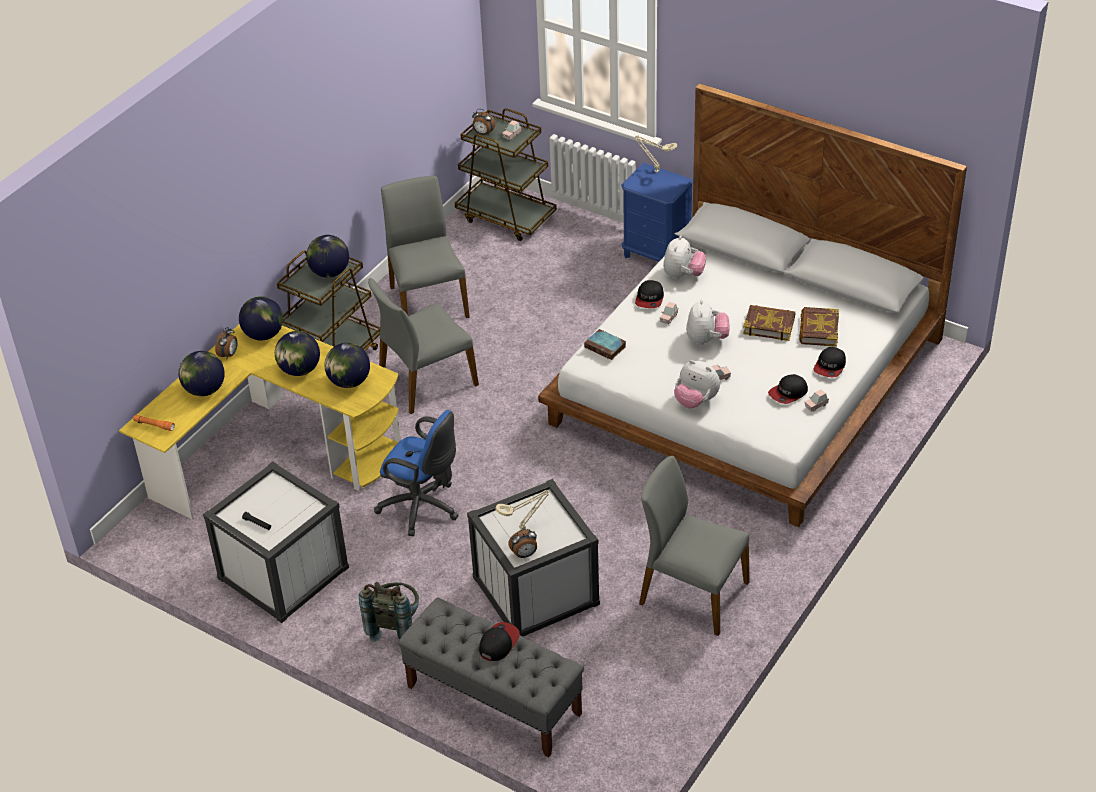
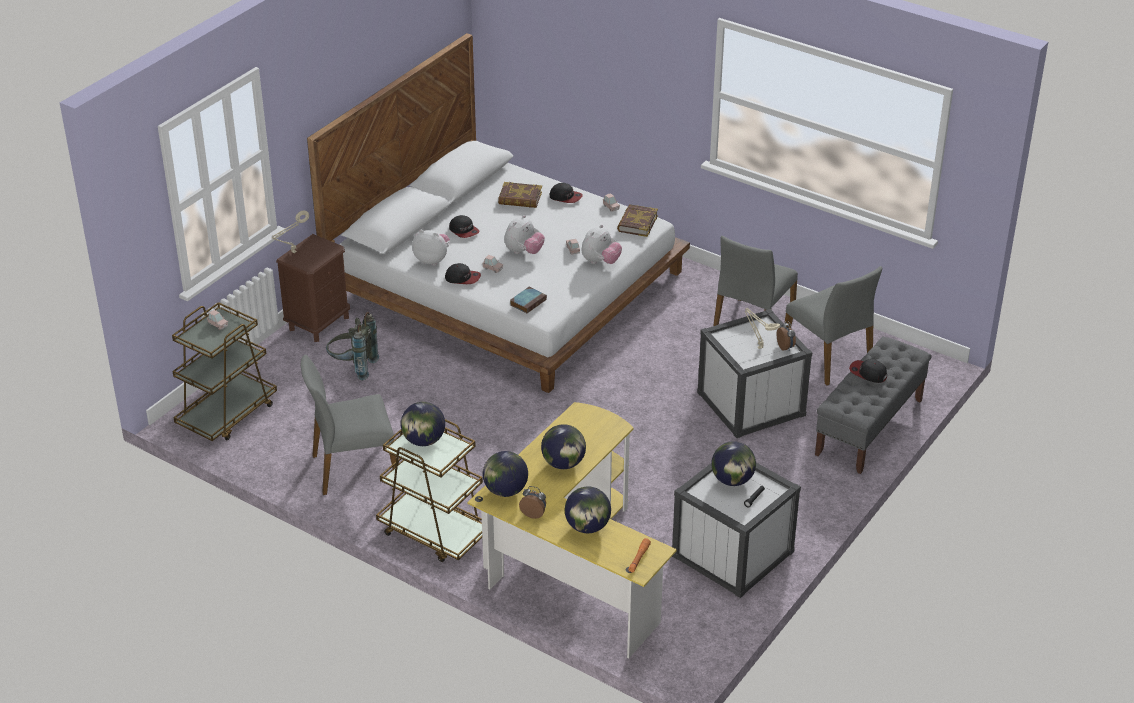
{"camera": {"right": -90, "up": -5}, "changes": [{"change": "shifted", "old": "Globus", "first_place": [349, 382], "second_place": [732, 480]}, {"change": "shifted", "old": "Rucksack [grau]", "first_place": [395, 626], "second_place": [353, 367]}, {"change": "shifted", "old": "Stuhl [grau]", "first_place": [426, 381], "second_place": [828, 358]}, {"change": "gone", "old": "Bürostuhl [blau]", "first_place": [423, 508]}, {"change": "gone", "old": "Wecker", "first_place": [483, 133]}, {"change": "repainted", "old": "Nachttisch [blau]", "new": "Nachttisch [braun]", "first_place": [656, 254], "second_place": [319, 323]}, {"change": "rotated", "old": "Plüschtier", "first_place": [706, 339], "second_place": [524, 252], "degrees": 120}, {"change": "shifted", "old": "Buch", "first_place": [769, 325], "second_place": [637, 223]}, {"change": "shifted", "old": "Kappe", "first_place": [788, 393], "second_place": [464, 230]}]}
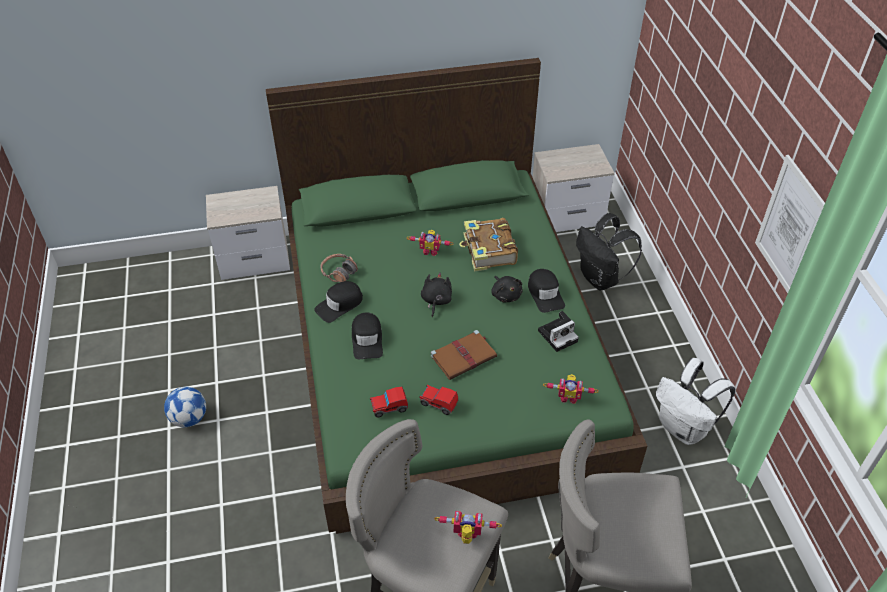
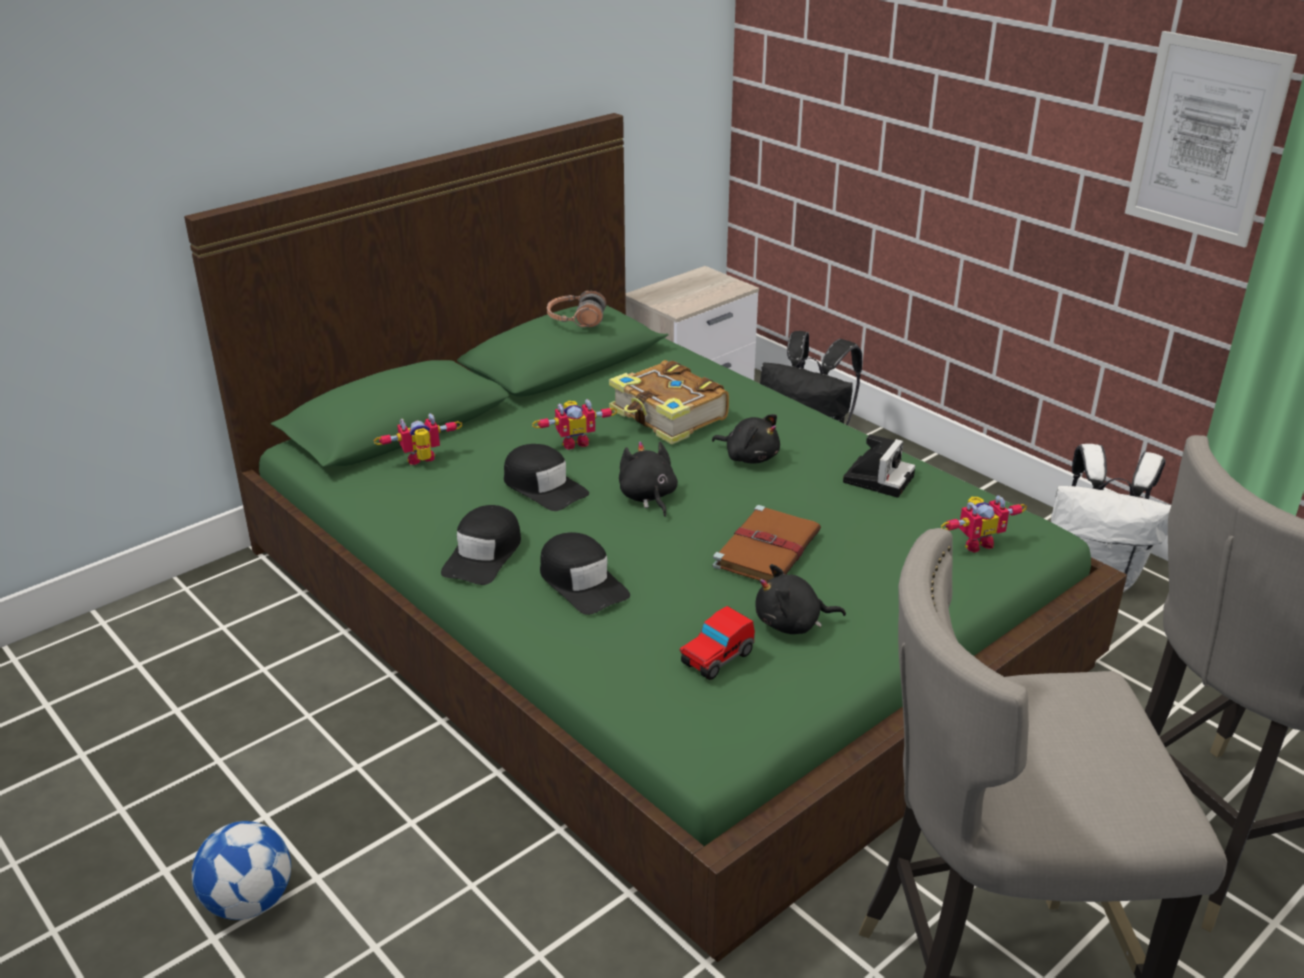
{"camera": {"right": -30, "up": -15}, "changes": [{"change": "gone", "old": "Nachttisch", "first_place": [256, 259]}, {"change": "shifted", "old": "Kopfhörer", "first_place": [339, 272], "second_place": [576, 320]}, {"change": "swapped", "old": "Spielzeugauto", "new": "Plüschtier [schwarz]", "first_place": [438, 403], "second_place": [792, 623]}, {"change": "shifted", "old": "Spielzeugroboter", "first_place": [467, 537], "second_place": [422, 462]}, {"change": "shifted", "old": "Kappe [schwarz]", "first_place": [545, 294], "second_place": [544, 487]}]}
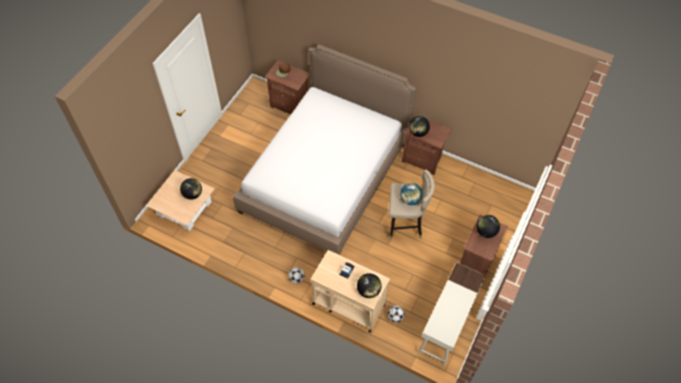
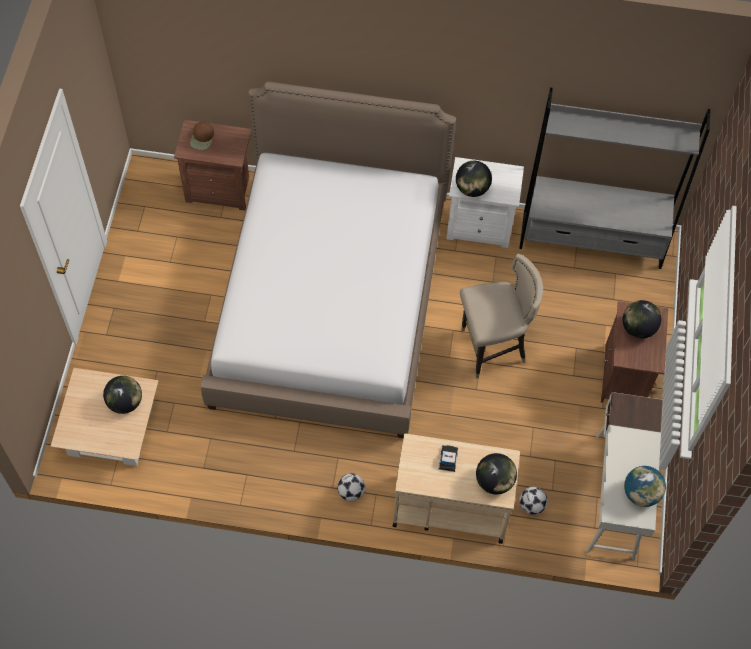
{"camera": {"right": -20, "up": 5}, "changes": [{"change": "shifted", "old": "Globus", "first_place": [410, 200], "second_place": [641, 493]}, {"change": "repainted", "old": "Nachttisch [braun]", "new": "Nachttisch [weiß]", "first_place": [423, 159], "second_place": [480, 226]}, {"change": "new", "new": "Bücherregal [grau]", "second_place": [592, 240]}]}
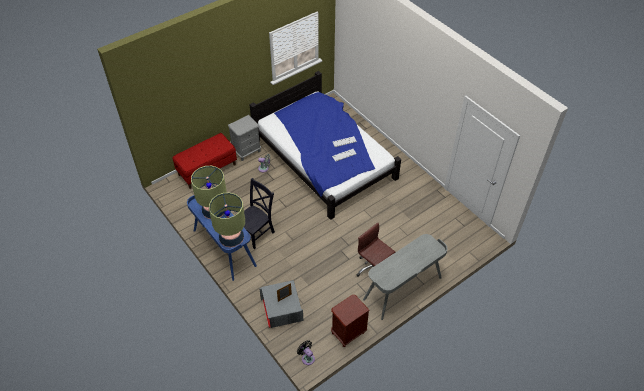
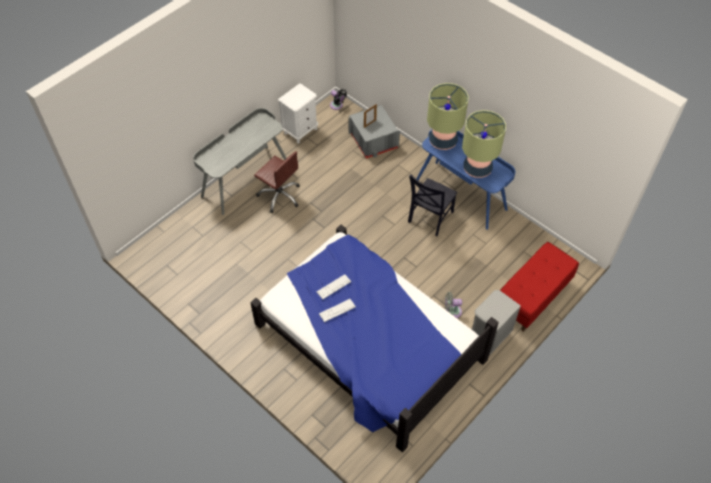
{"camera": {"right": 170, "up": 5}, "changes": [{"change": "repainted", "old": "Nachttisch [braun]", "new": "Nachttisch [weiß]", "first_place": [348, 333], "second_place": [300, 131]}]}
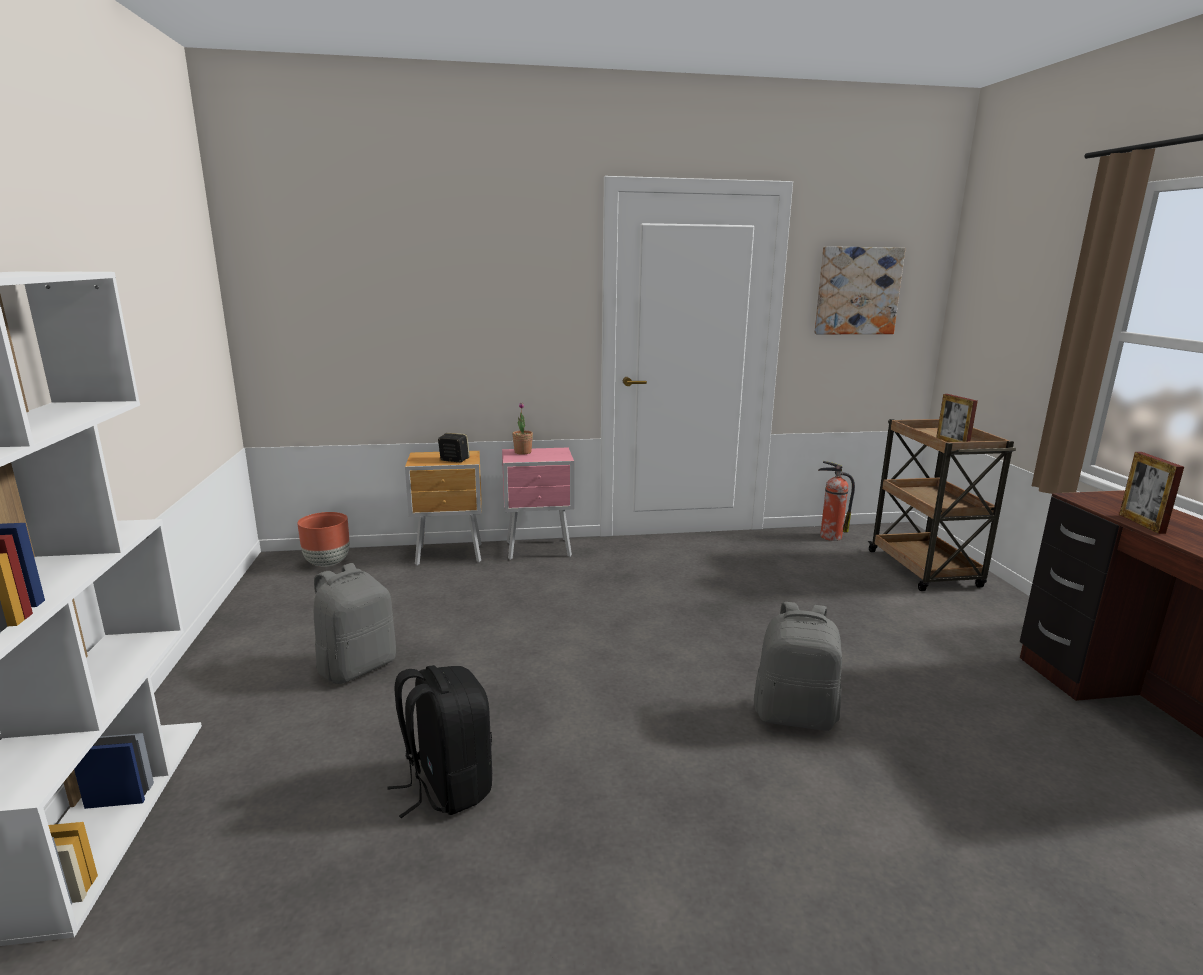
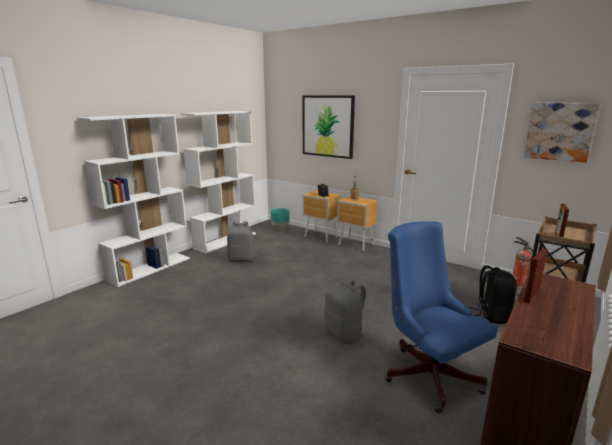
{"camera": {"right": 45, "up": 0}, "changes": [{"change": "repainted", "old": "Pflanzkübel [braun]", "new": "Pflanzkübel [türkis]", "first_place": [328, 563], "second_place": [280, 228]}, {"change": "shifted", "old": "Rucksack [schwarz]", "first_place": [446, 786], "second_place": [491, 315]}, {"change": "repainted", "old": "Nachttisch [rosa]", "new": "Nachttisch [braun]", "first_place": [540, 550], "second_place": [356, 245]}, {"change": "new", "new": "Bücherregal [weiß]", "second_place": [226, 240]}, {"change": "new", "new": "Bild", "second_place": [328, 126]}, {"change": "new", "new": "Bürostuhl [blau]", "second_place": [428, 372]}]}
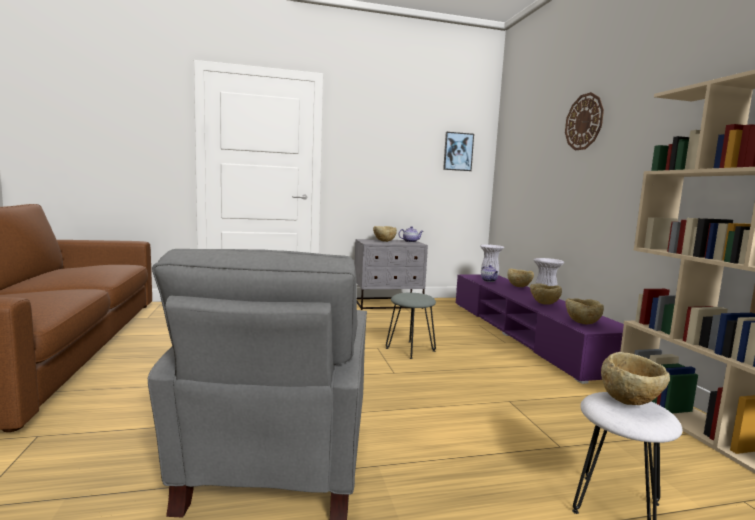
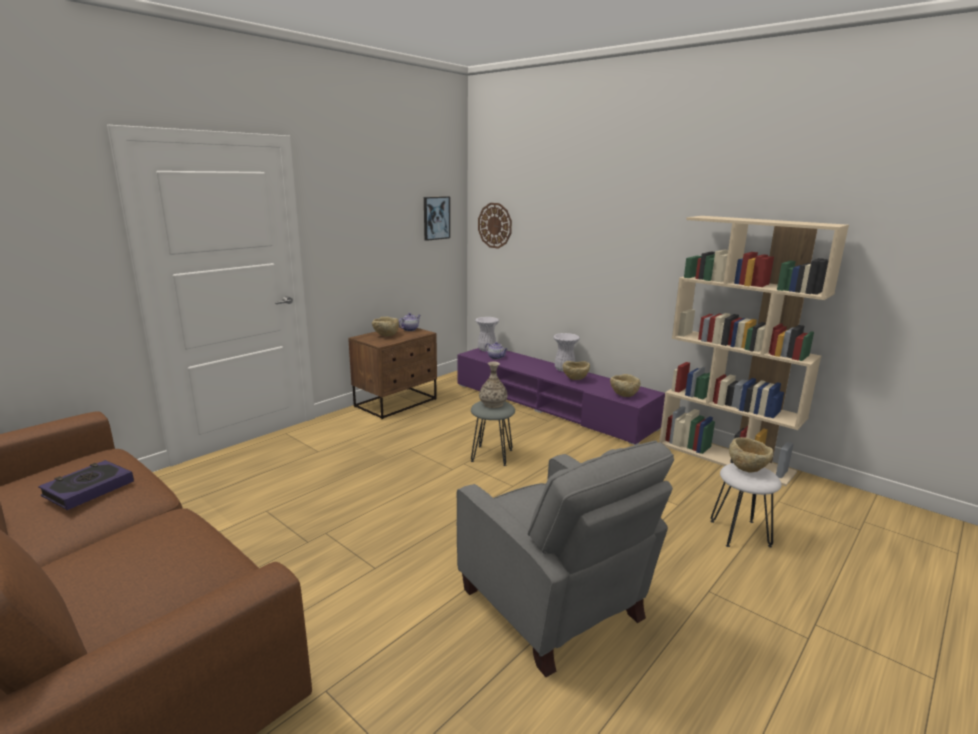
{"camera": {"right": -35, "up": 10}, "changes": [{"change": "repainted", "old": "Nachttisch [grau]", "new": "Nachttisch [braun]", "first_place": [388, 304], "second_place": [396, 403]}, {"change": "gone", "old": "Schüssel [beige]", "first_place": [519, 286]}, {"change": "shifted", "old": "Wanduhr", "first_place": [584, 122], "second_place": [495, 225]}, {"change": "new", "new": "Buch", "second_place": [88, 489]}, {"change": "new", "new": "Vase", "second_place": [493, 404]}]}
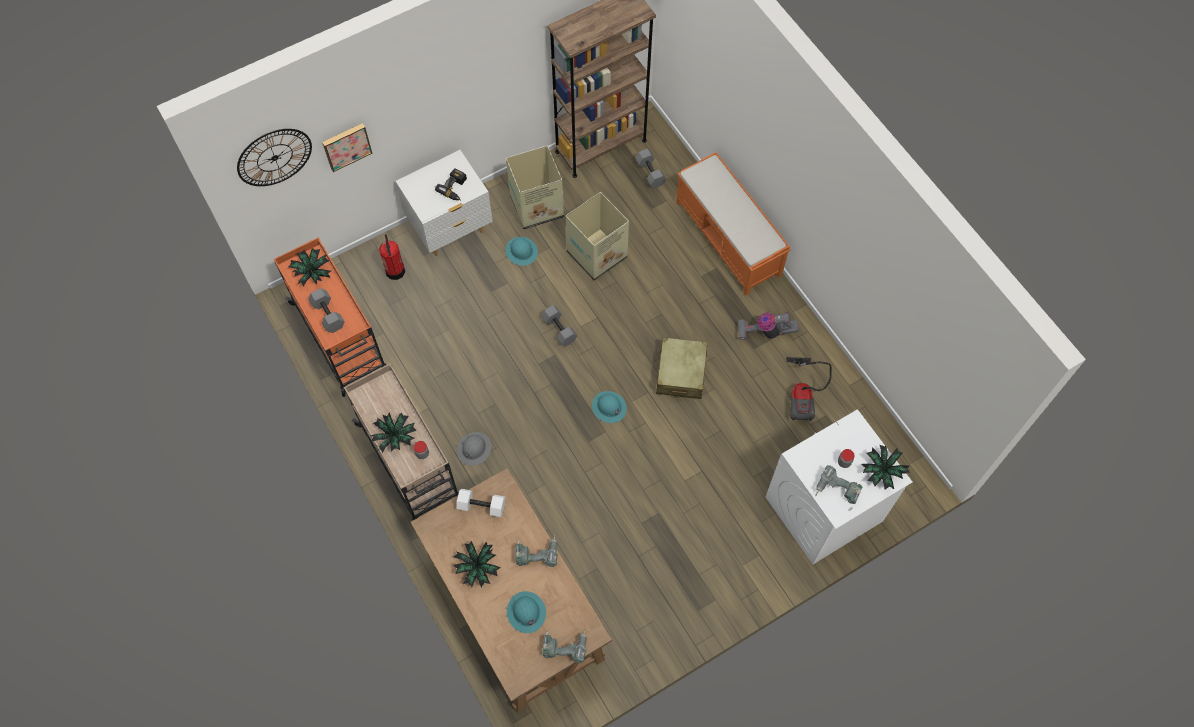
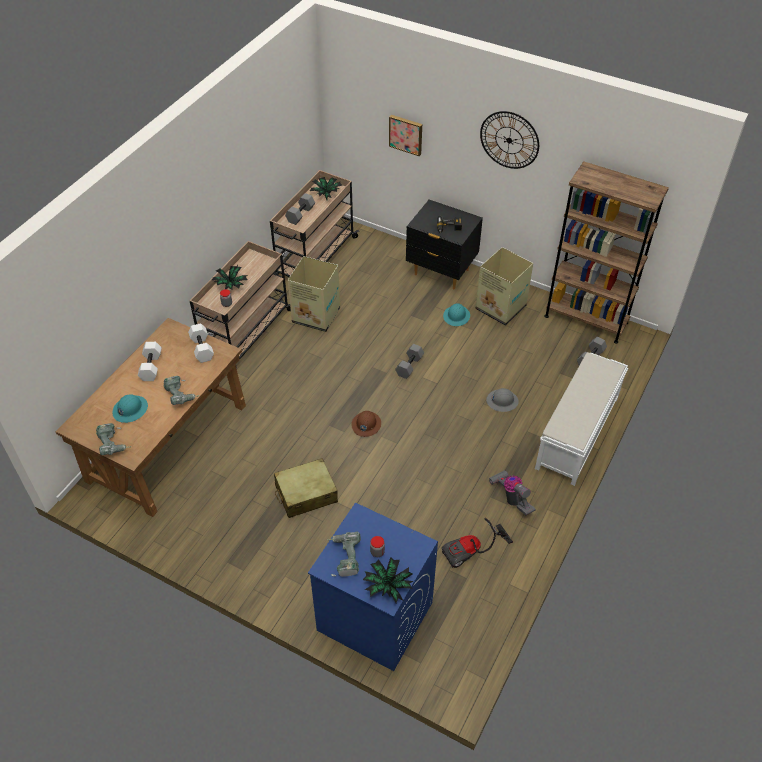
{"camera": {"right": 60, "up": -15}, "changes": [{"change": "shifted", "old": "Wanduhr", "first_place": [274, 157], "second_place": [509, 140]}, {"change": "repainted", "old": "Rollwagen [orange]", "new": "Rollwagen [beige]", "first_place": [341, 338], "second_place": [315, 258]}, {"change": "gone", "old": "Feuerlöscher", "first_place": [395, 271]}, {"change": "repainted", "old": "Nachttisch [weiß]", "new": "Nachttisch [schwarz]", "first_place": [450, 230], "second_place": [441, 272]}, {"change": "swapped", "old": "Topfpflanze", "new": "Hantel [weiß]", "first_place": [477, 567], "second_place": [152, 367]}, {"change": "shifted", "old": "Schutzhelm [grau]", "first_place": [474, 449], "second_place": [502, 401]}, {"change": "shifted", "old": "Karton", "first_place": [598, 254], "second_place": [317, 316]}, {"change": "repainted", "old": "Schutzhelm [türkis]", "new": "Schutzhelm [braun]", "first_place": [609, 407], "second_place": [366, 424]}, {"change": "shifted", "old": "Koffer [beige]", "first_place": [681, 373], "second_place": [306, 494]}, {"change": "repainted", "old": "Bank [orange]", "new": "Bank [weiß]", "first_place": [728, 239], "second_place": [576, 434]}, {"change": "repainted", "old": "Waschmaschine [weiß]", "new": "Waschmaschine [blau]", "first_place": [823, 509], "second_place": [374, 616]}]}
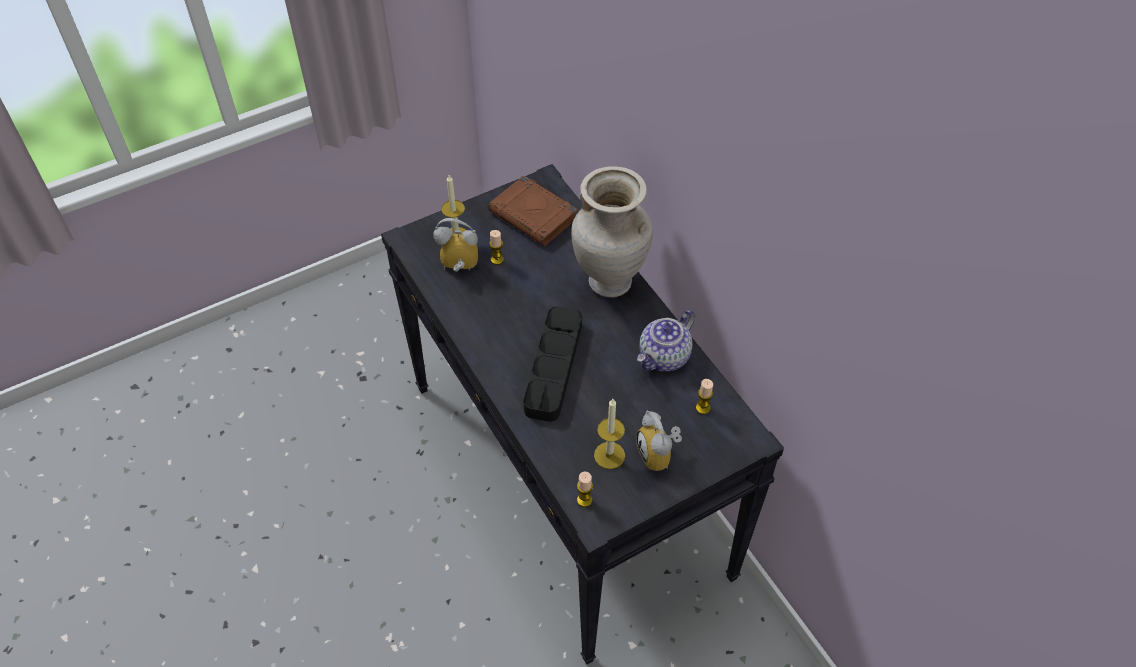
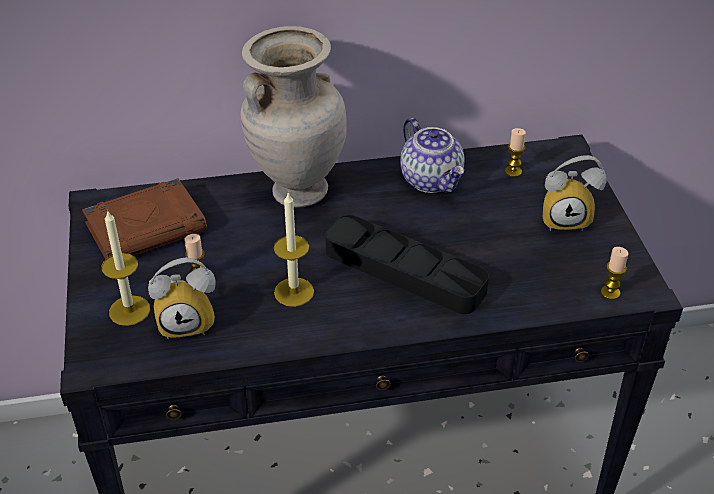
{"camera": {"right": -70, "up": -10}, "changes": [{"change": "rotated", "old": "Wecker", "first_place": [458, 268], "second_place": [188, 321], "degrees": -120}, {"change": "shifted", "old": "Kerze", "first_place": [609, 455], "second_place": [294, 292]}]}
